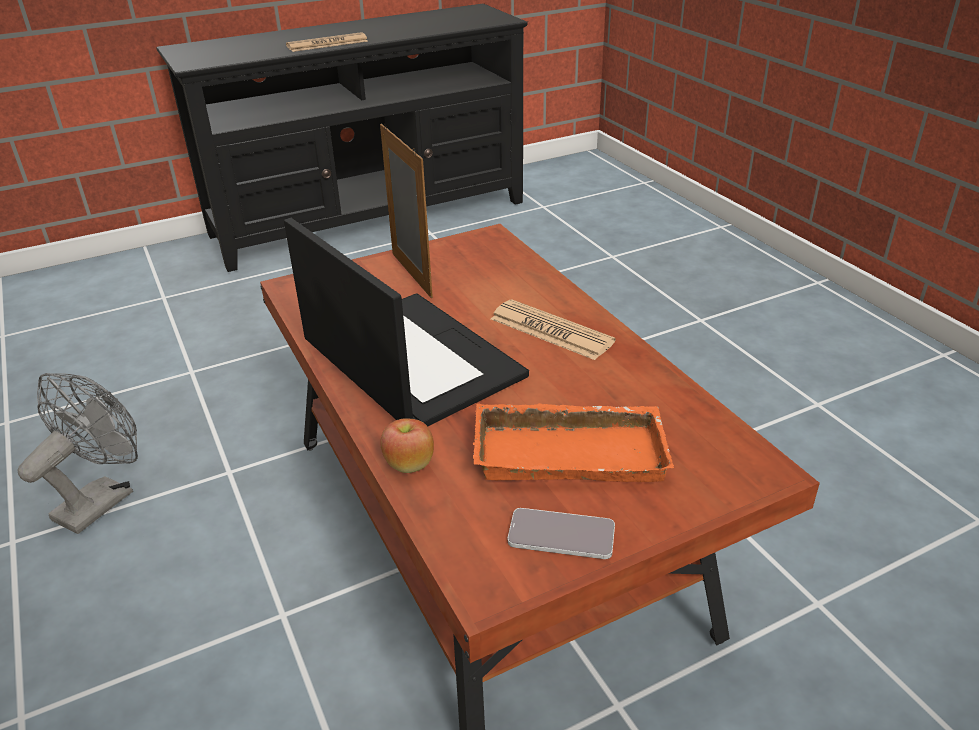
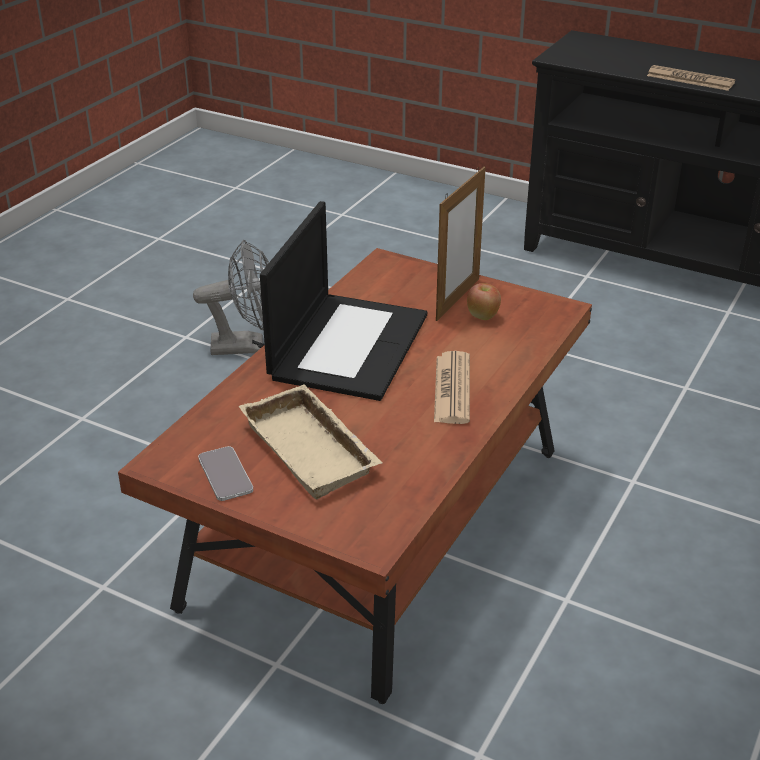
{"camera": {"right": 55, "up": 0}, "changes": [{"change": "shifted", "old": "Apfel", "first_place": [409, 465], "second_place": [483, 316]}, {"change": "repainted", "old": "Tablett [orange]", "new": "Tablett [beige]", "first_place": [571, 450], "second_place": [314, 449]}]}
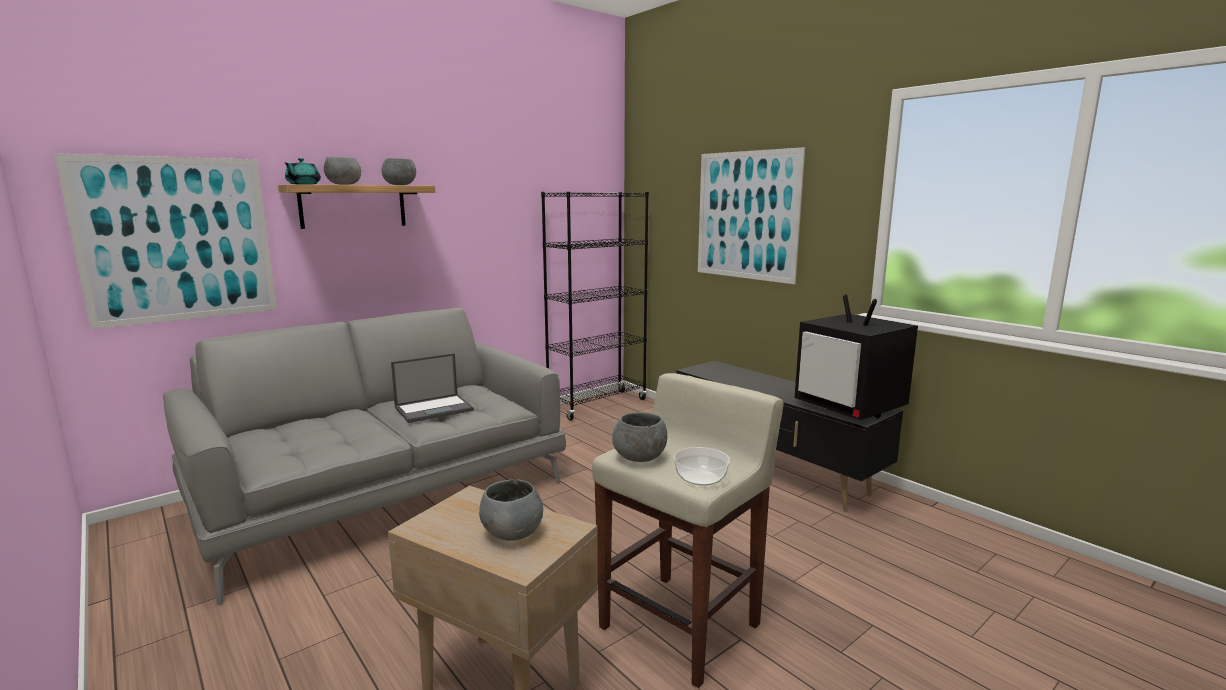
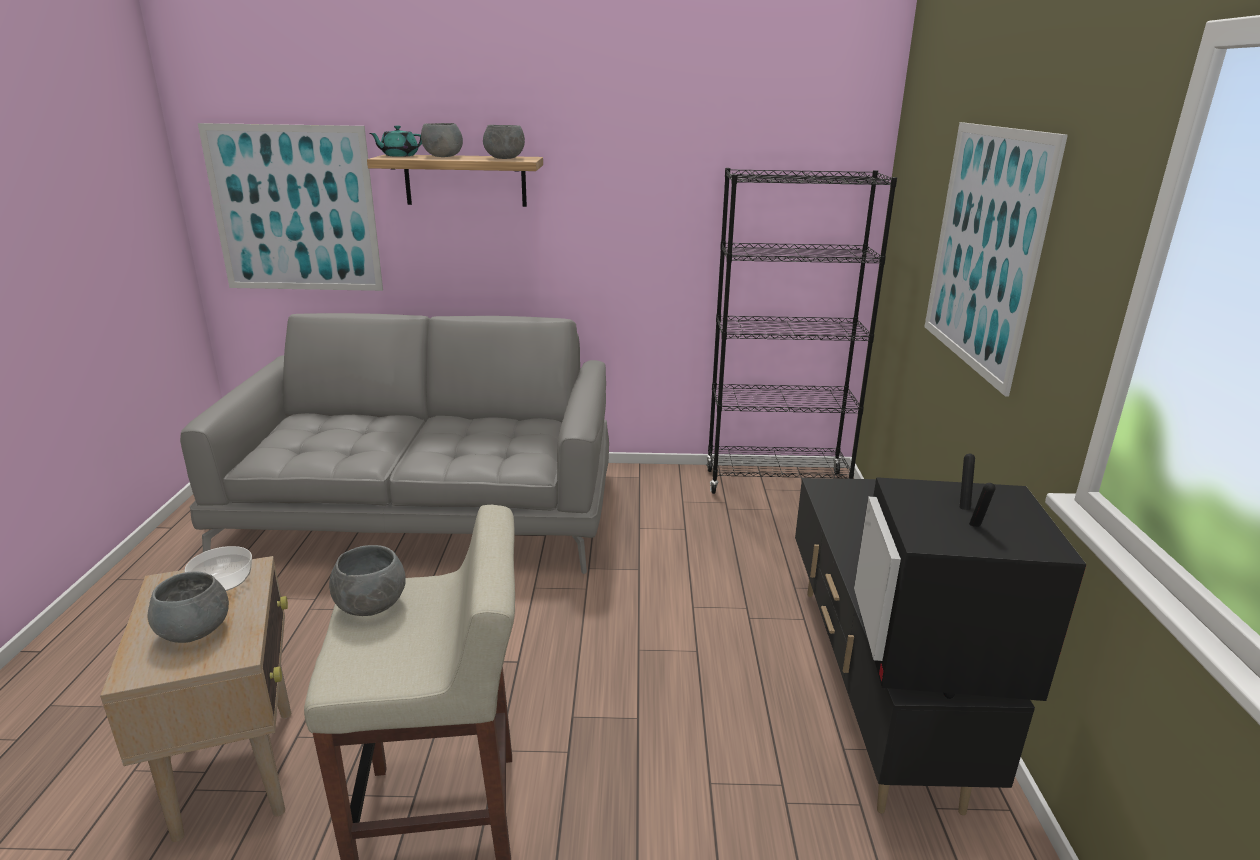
{"camera": {"right": 40, "up": 10}, "changes": [{"change": "gone", "old": "Laptop", "first_place": [435, 409]}, {"change": "shifted", "old": "Schüssel", "first_place": [701, 477], "second_place": [224, 582]}]}
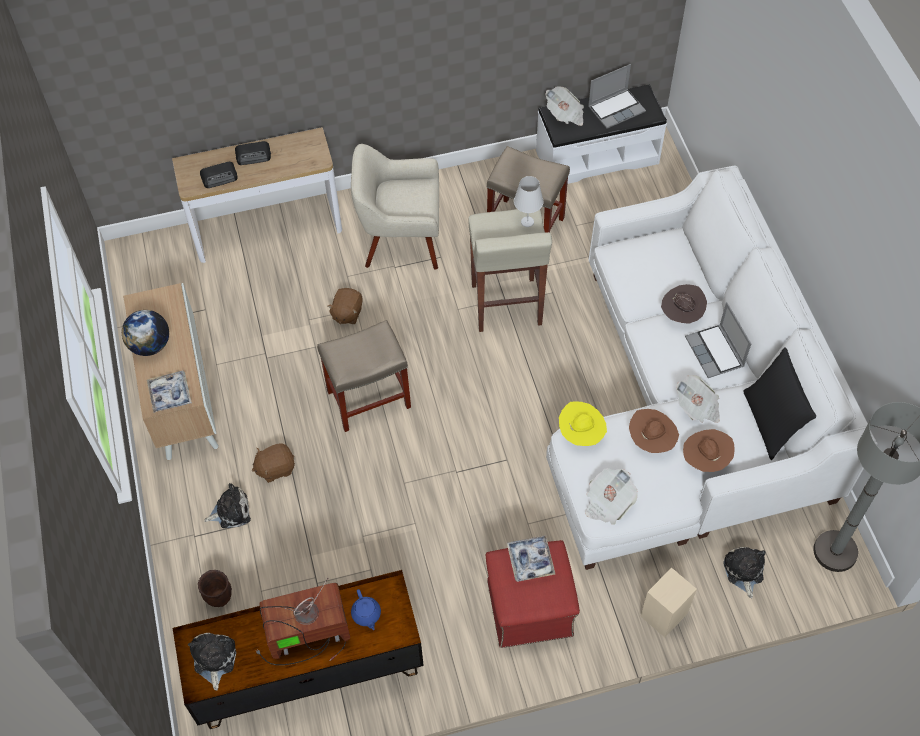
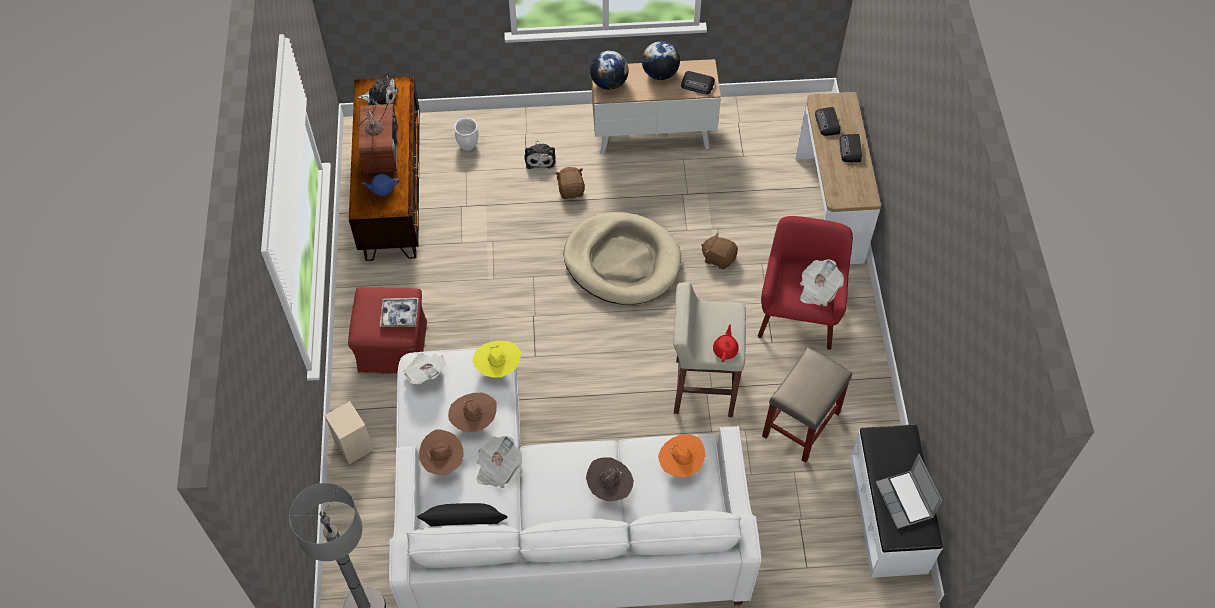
{"camera": {"right": 100, "up": 0}, "changes": [{"change": "swapped", "old": "Tablett", "new": "Globus", "first_place": [170, 394], "second_place": [609, 83]}, {"change": "repainted", "old": "Pflanzkübel [braun]", "new": "Pflanzkübel [weiß]", "first_place": [220, 598], "second_place": [468, 145]}, {"change": "swapped", "old": "Hocker [beige]", "new": "Hundebett [beige]", "first_place": [367, 399], "second_place": [622, 261]}, {"change": "repainted", "old": "Sessel [beige]", "new": "Sessel [rot]", "first_place": [400, 239], "second_place": [798, 312]}, {"change": "swapped", "old": "Tischlampe [weiß]", "new": "Teekanne [rot]", "first_place": [527, 222], "second_place": [725, 350]}, {"change": "shifted", "old": "Zeitung", "first_place": [565, 115], "second_place": [818, 289]}, {"change": "gone", "old": "Laptop", "first_place": [715, 352]}, {"change": "gone", "old": "Plüschtier", "first_place": [743, 571]}, {"change": "new", "new": "Hut [orange]", "second_place": [681, 464]}, {"change": "new", "new": "Radio", "second_place": [698, 85]}]}
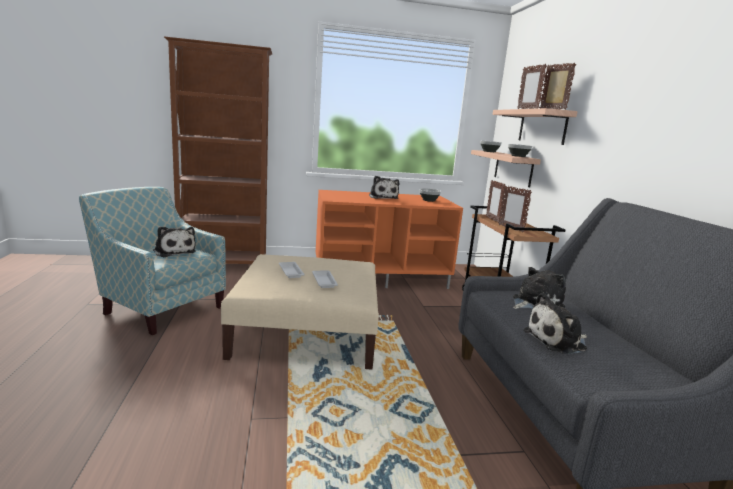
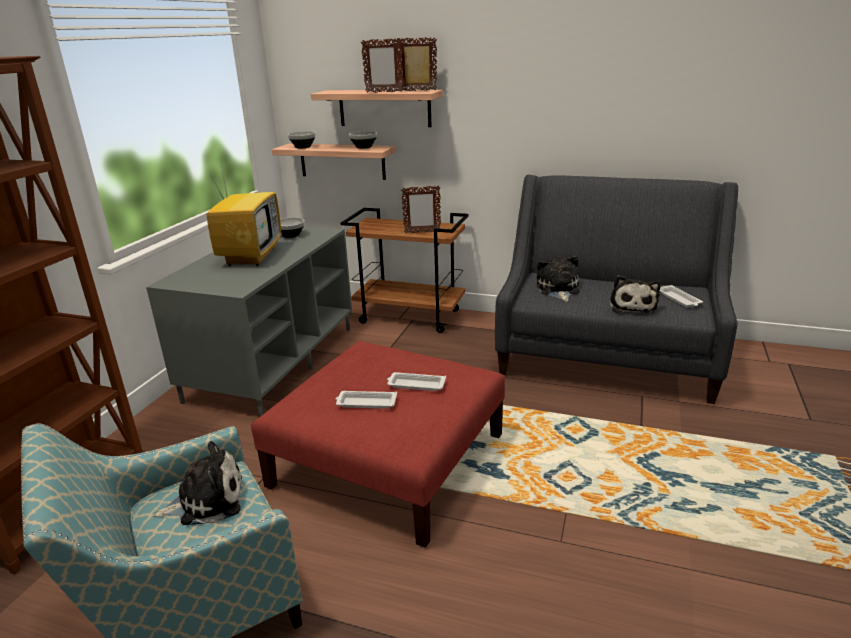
{"camera": {"right": -60, "up": 10}, "changes": [{"change": "repainted", "old": "Polsterhocker [beige]", "new": "Polsterhocker [rot]", "first_place": [307, 331], "second_place": [388, 459]}, {"change": "repainted", "old": "Fernsehschrank [orange]", "new": "Fernsehschrank [grau]", "first_place": [381, 276], "second_place": [273, 362]}, {"change": "swapped", "old": "Plüschtier", "new": "Fernseher", "first_place": [383, 197], "second_place": [251, 256]}, {"change": "gone", "old": "Bilderrahmen", "first_place": [492, 219]}, {"change": "new", "new": "Tablett [weiß]", "second_place": [679, 299]}]}
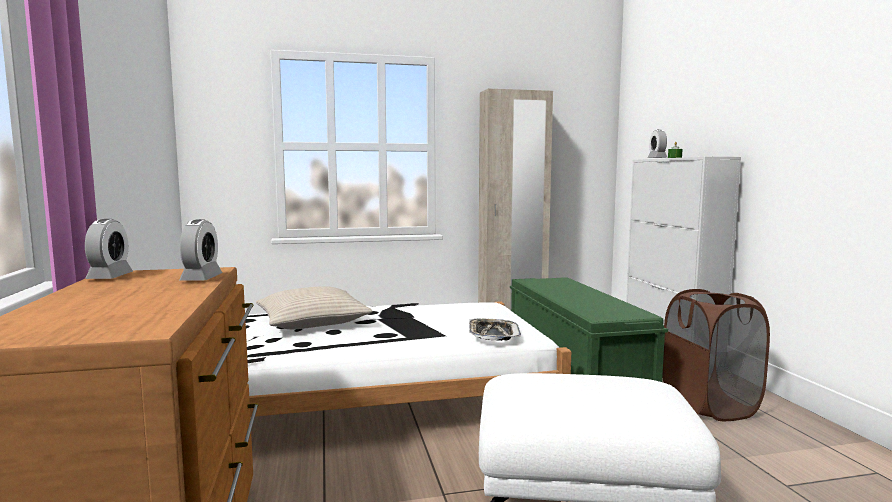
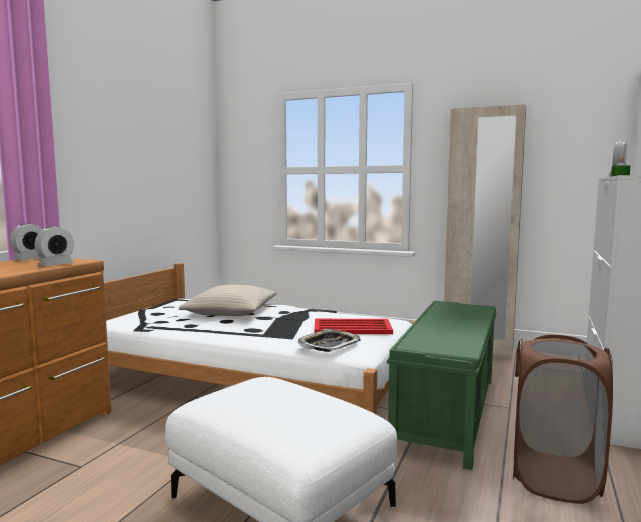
{"camera": {"right": 35, "up": 0}, "changes": [{"change": "new", "new": "Tablett [rot]", "second_place": [351, 328]}]}
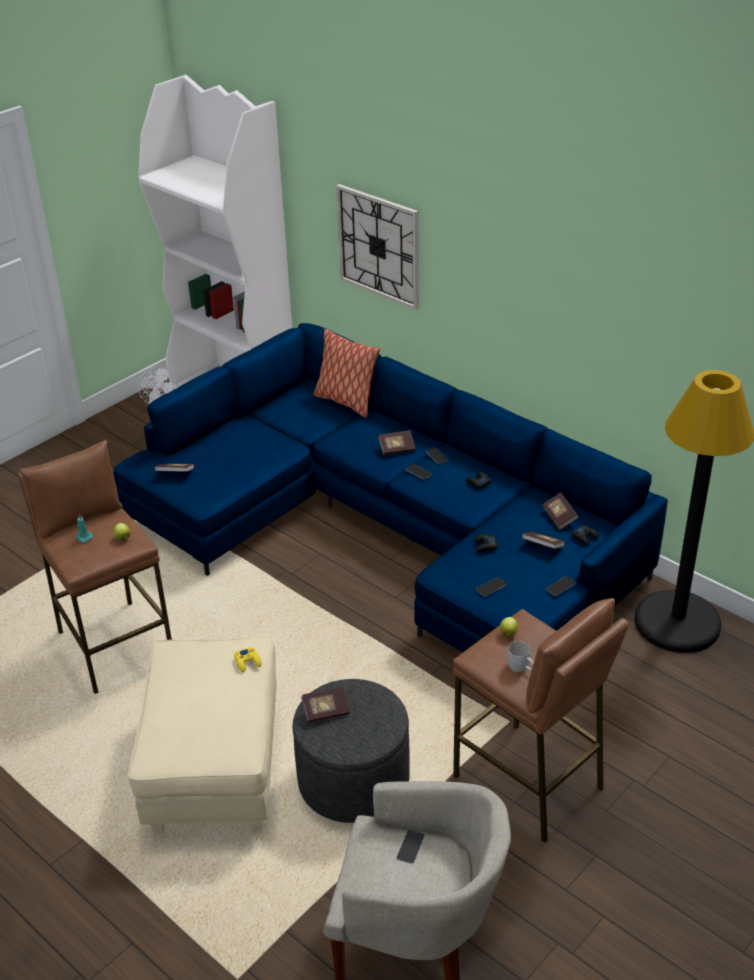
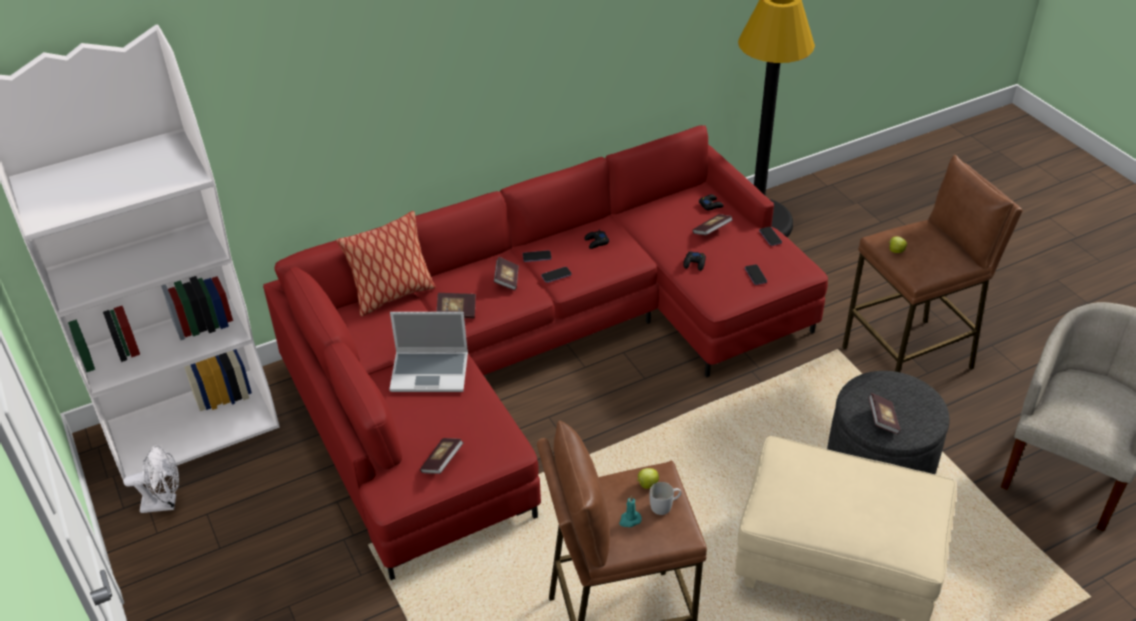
{"camera": {"right": -70, "up": 5}, "changes": [{"change": "repainted", "old": "Sofa [blau]", "new": "Sofa [rot]", "first_place": [387, 530], "second_place": [538, 358]}, {"change": "gone", "old": "Gamepad [gelb]", "first_place": [248, 662]}, {"change": "gone", "old": "Wanduhr", "first_place": [378, 246]}, {"change": "gone", "old": "Handy", "first_place": [410, 846]}, {"change": "shifted", "old": "Henkelbecher [weiß]", "first_place": [521, 668], "second_place": [665, 505]}, {"change": "shifted", "old": "Buch", "first_place": [559, 517], "second_place": [456, 312]}, {"change": "new", "new": "Laptop", "second_place": [431, 372]}]}
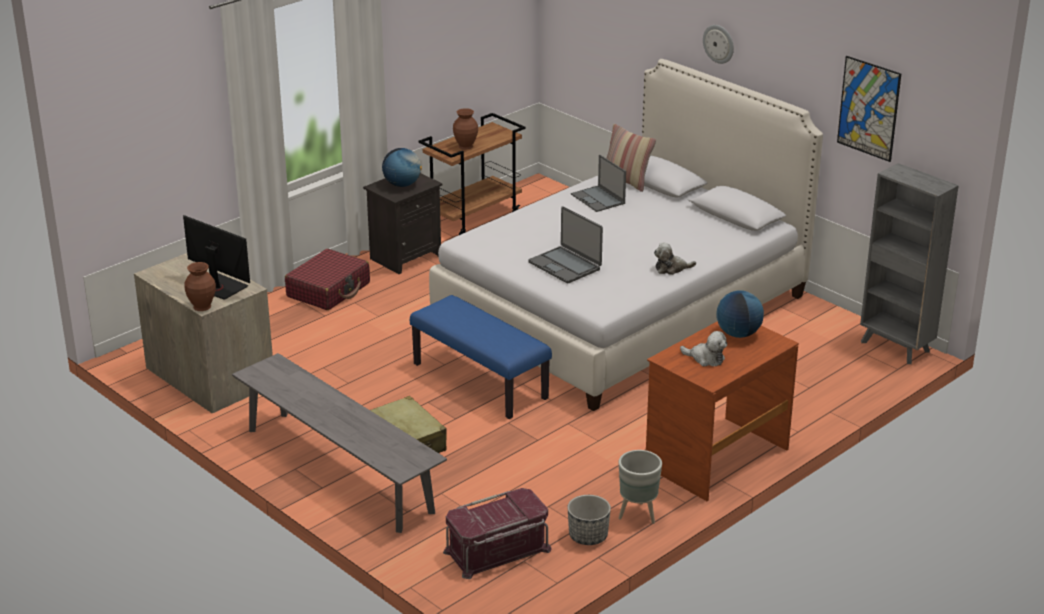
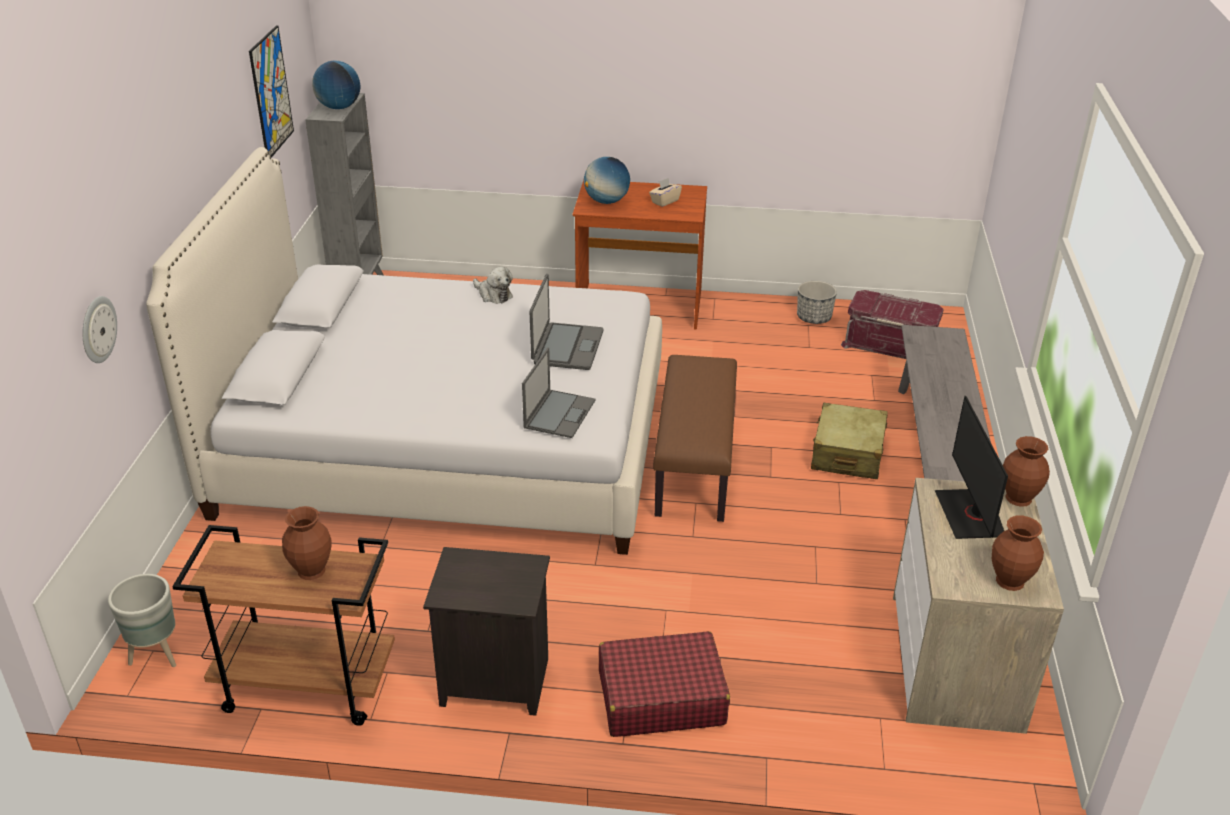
{"camera": {"right": -130, "up": 5}, "changes": [{"change": "shifted", "old": "Globus", "first_place": [402, 185], "second_place": [339, 107]}, {"change": "repainted", "old": "Bank [blau]", "new": "Bank [braun]", "first_place": [481, 381], "second_place": [693, 464]}, {"change": "shifted", "old": "Laptop", "first_place": [598, 199], "second_place": [559, 413]}, {"change": "gone", "old": "Kissen", "first_place": [626, 181]}, {"change": "shifted", "old": "Pflanzkübel [grau]", "first_place": [638, 515], "second_place": [156, 655]}, {"change": "swapped", "old": "Plüschtier", "new": "Taschentuchbox [beige]", "first_place": [705, 358], "second_place": [664, 201]}, {"change": "shifted", "old": "Wanduhr", "first_place": [719, 43], "second_place": [97, 329]}, {"change": "new", "new": "Vase [braun]", "second_place": [1008, 580]}]}
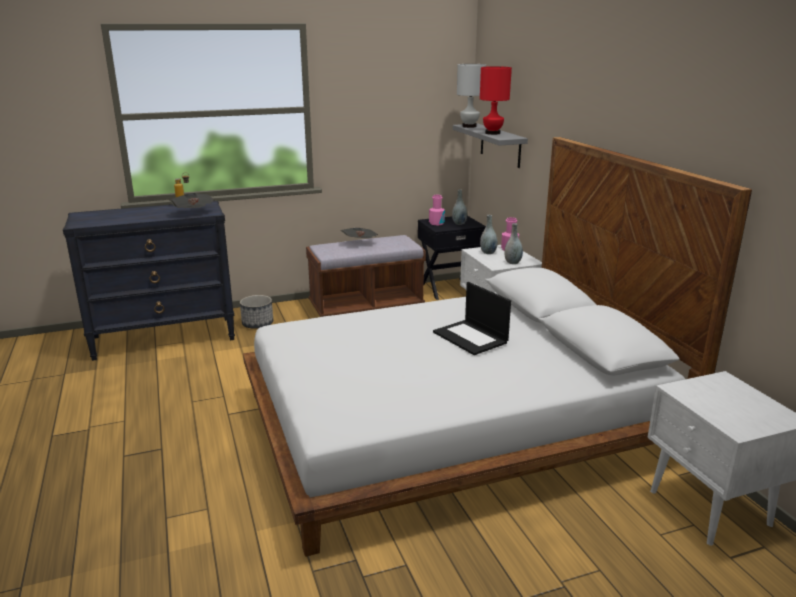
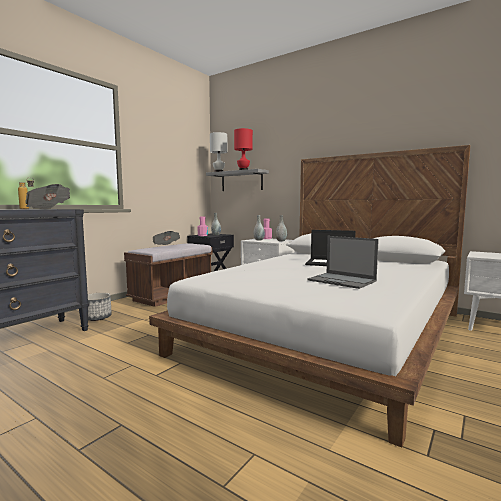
{"camera": {"right": -35, "up": -15}, "changes": [{"change": "new", "new": "Laptop", "second_place": [342, 281]}]}
